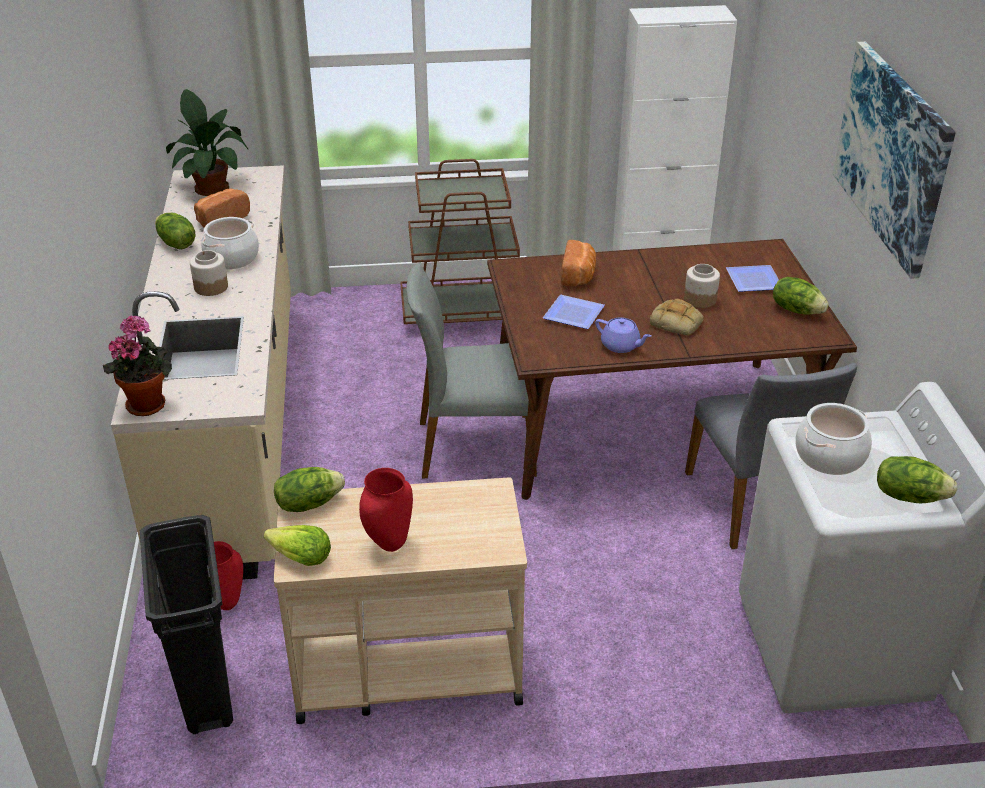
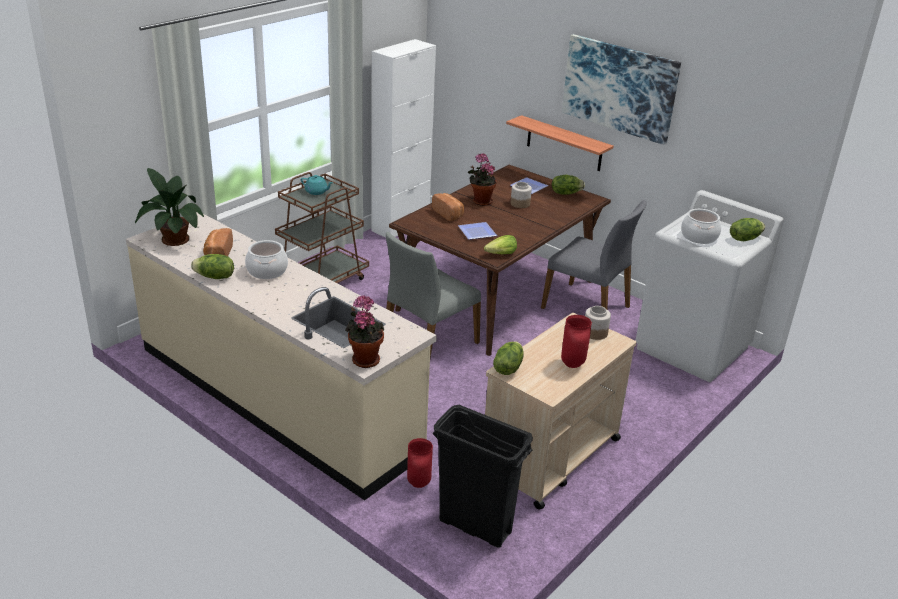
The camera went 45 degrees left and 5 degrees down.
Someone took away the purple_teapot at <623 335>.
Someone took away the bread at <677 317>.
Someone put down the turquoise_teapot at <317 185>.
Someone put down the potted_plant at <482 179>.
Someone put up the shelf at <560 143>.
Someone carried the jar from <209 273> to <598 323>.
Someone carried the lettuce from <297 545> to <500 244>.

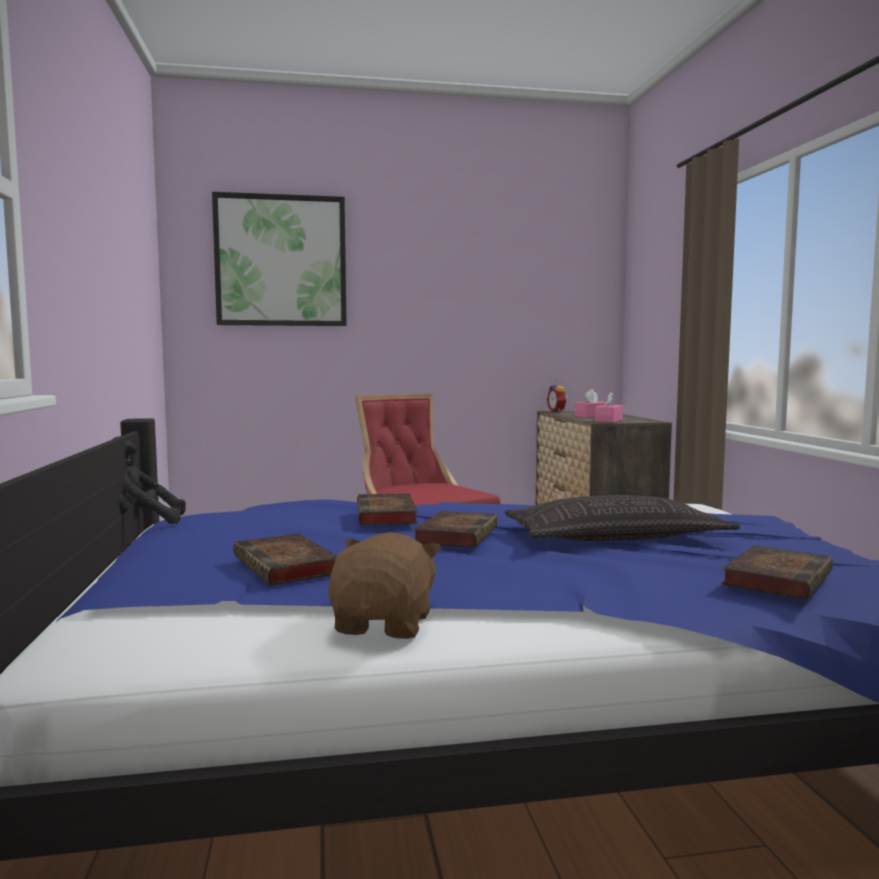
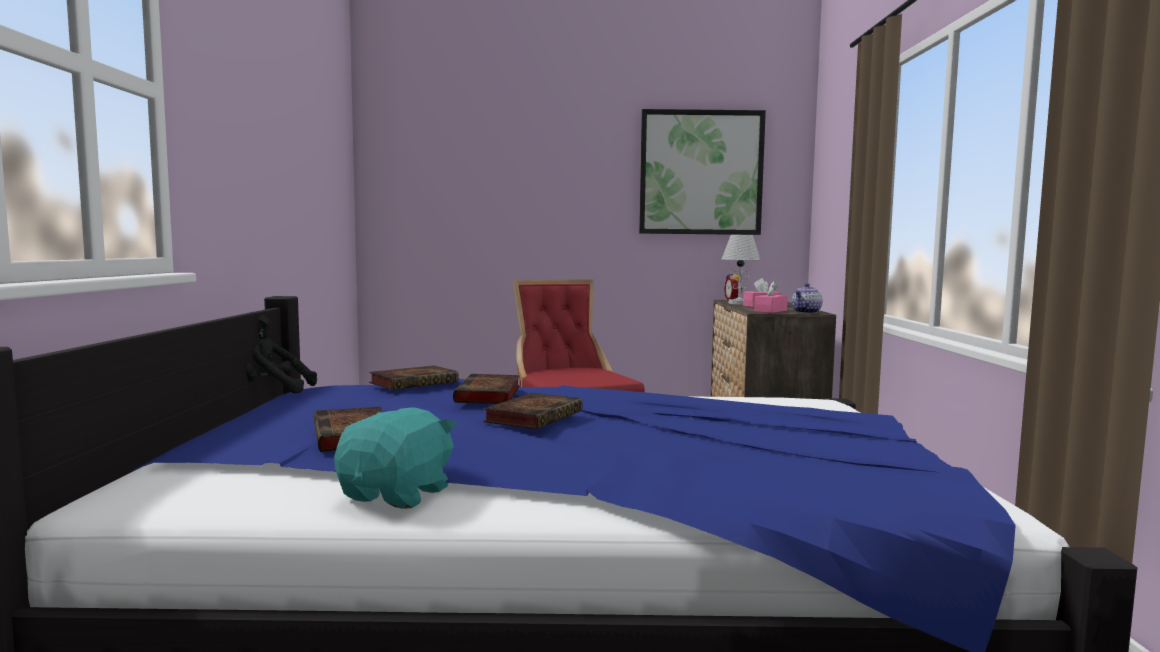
The camera went 10 degrees right and 0 degrees up.
Someone took away the pillow at <622 518>.
Someone put down the white_table_lamp at <741 269>.
Someone put down the teapot at <807 298>.
Someone carried the picture from <279 259> to <702 172>.
Someone carried the book from <777 573> to <414 378>.
Someone repainted the brown_plush_toy at <384 585>, which became the turquoise_plush_toy at <395 458>.

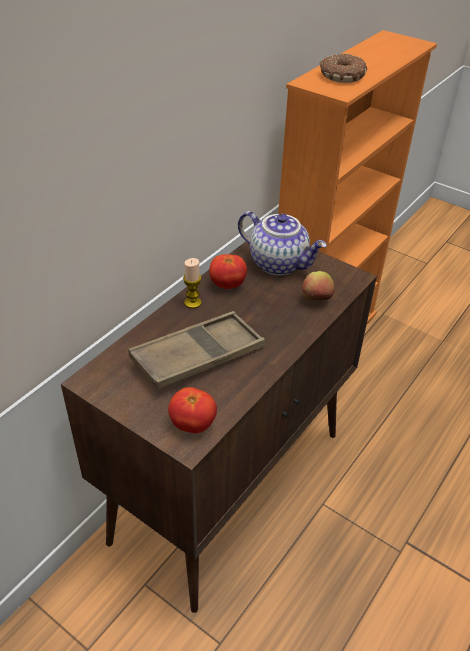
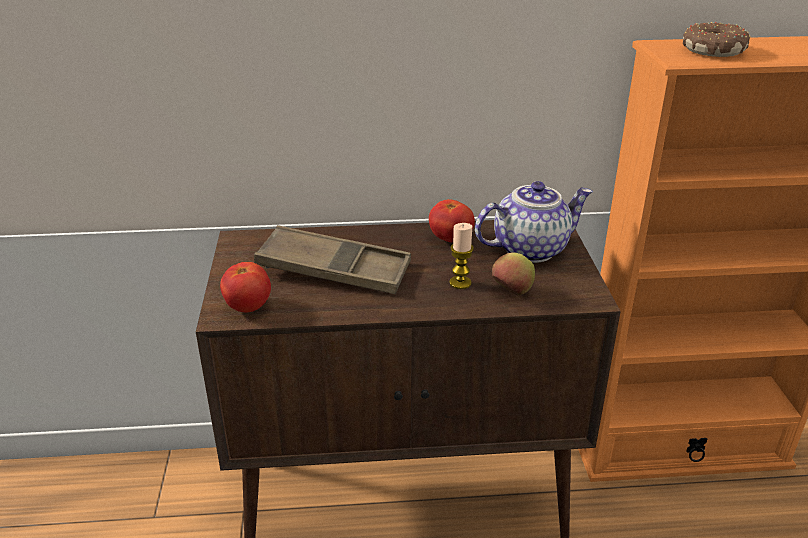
The camera went 50 degrees right and 10 degrees down.
Someone carried the candle from <192 283> to <461 256>.
Someone rotated the teapot at <282 243> by 105 degrees counterclockwise.

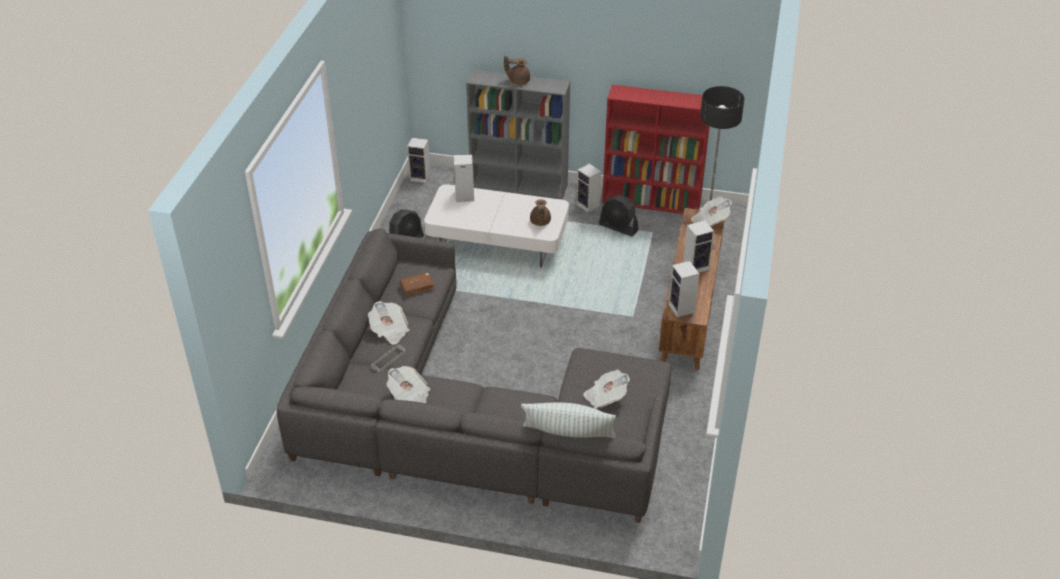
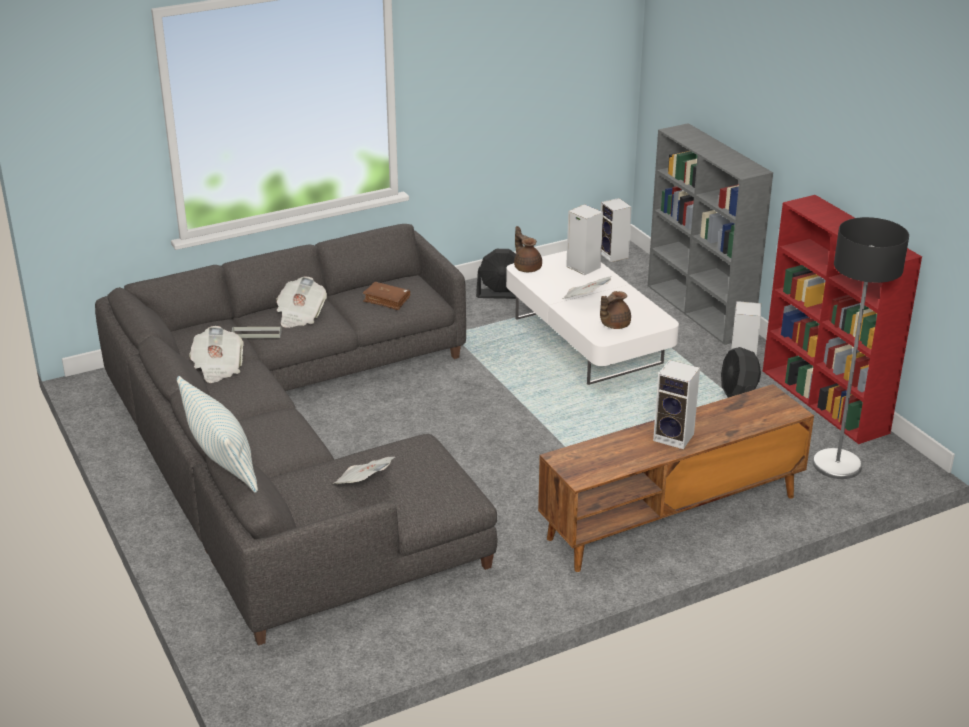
The camera went 50 degrees right and 10 degrees down.
Someone took away the speaker at <683 289>.
Someone carried the brown_teapot from <517 70> to <528 249>.
Someone carried the newspaper from <711 211> to <587 287>.

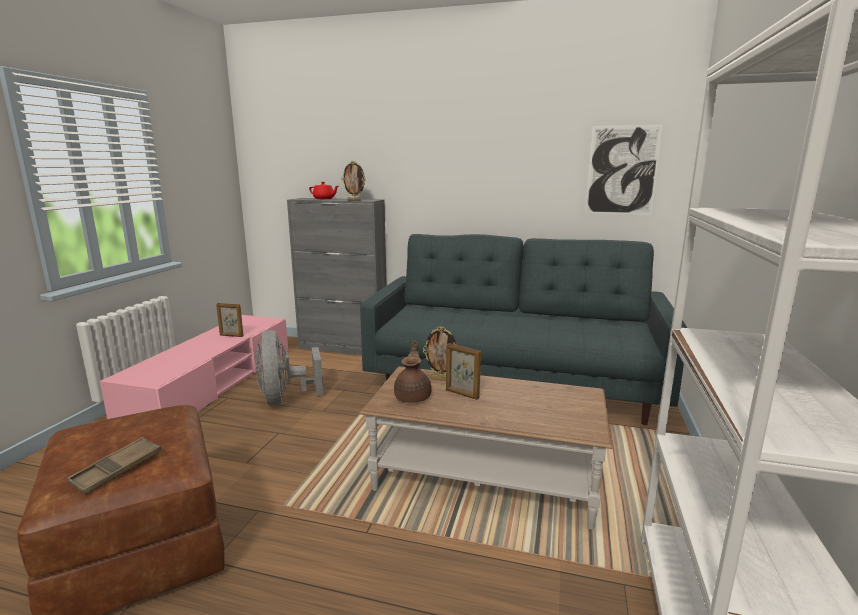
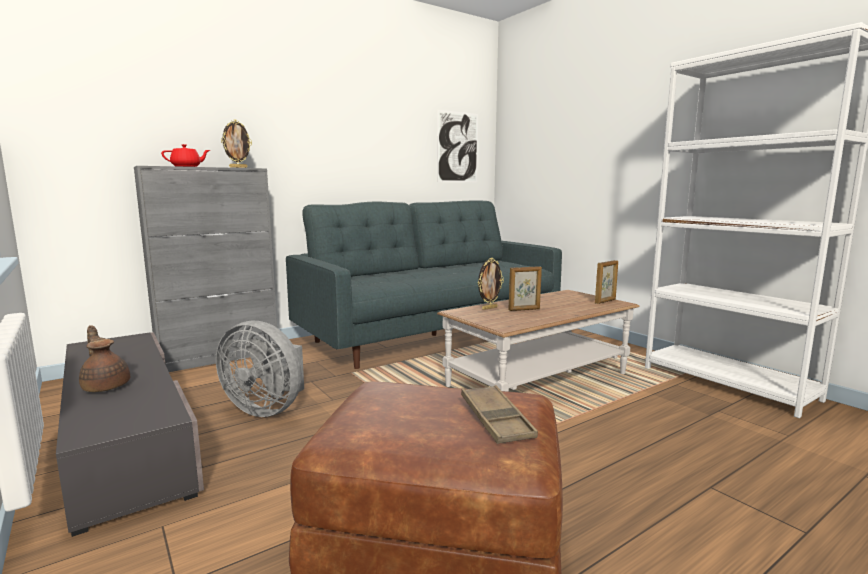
The camera went 50 degrees left and 5 degrees down.
Someone carried the picture_frame from <230 320> to <606 282>.
Someone carried the brown_teapot from <413 371> to <104 359>.
Someone repainted the pink_tv_stand at <194 367>, which became the grey_tv_stand at <130 434>.

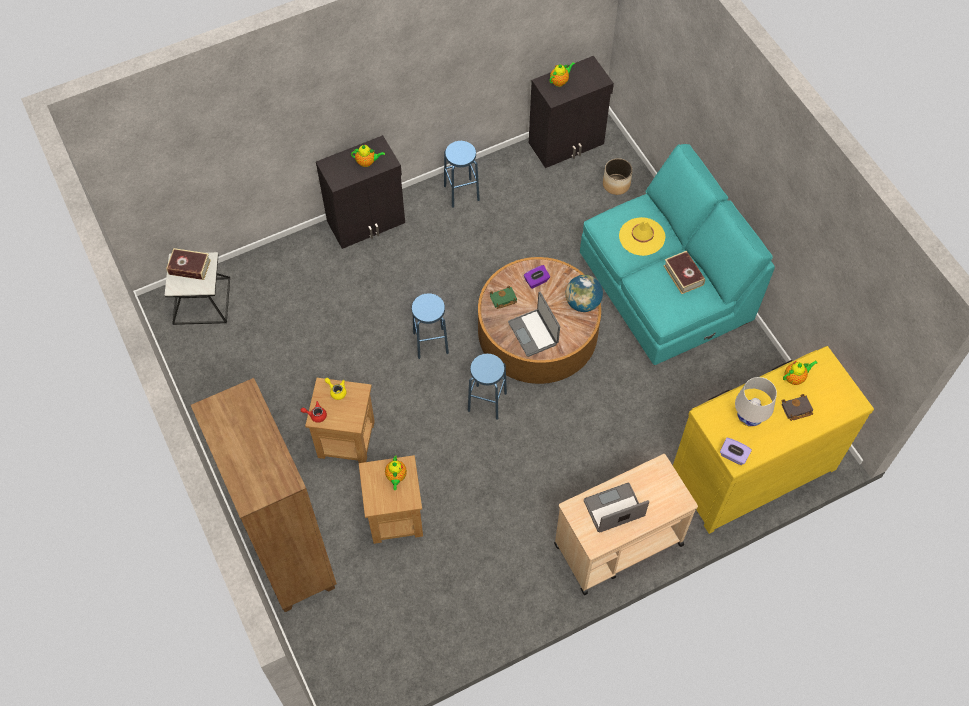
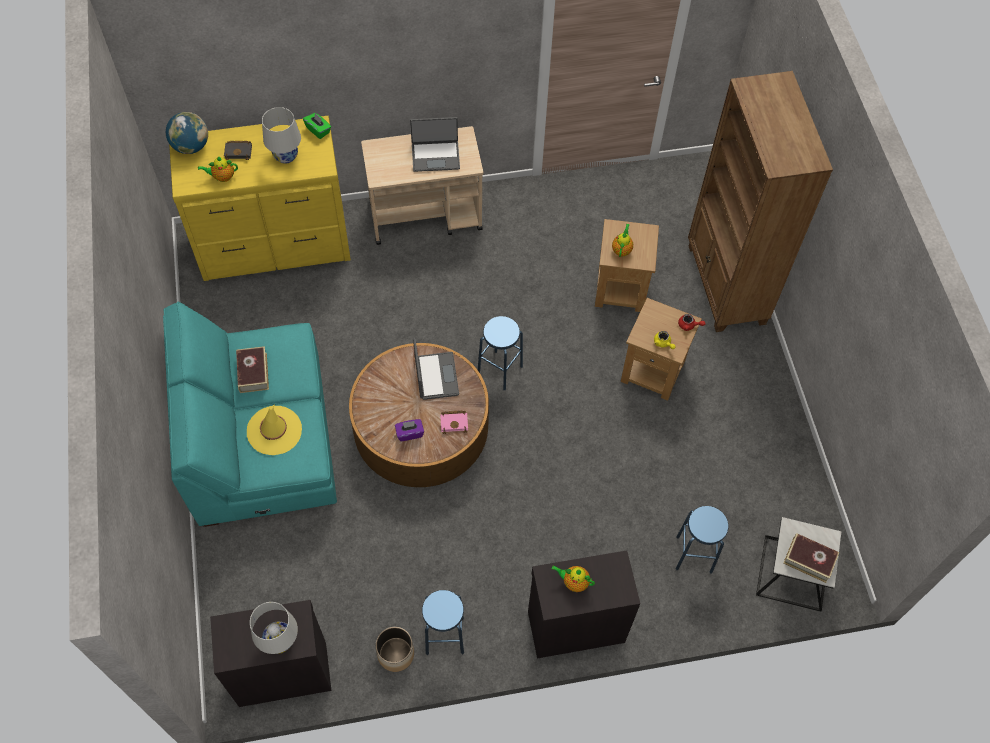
The camera went 165 degrees left and 0 degrees up.
Someone carried the blue_stool from <430 326> to <702 540>.
Someone carried the globe from <584 293> to <187 133>.
Someone carried the planter from <618 176> to <394 649>.
Someone swapped the teapot at <562 74> for the white_table_lamp at <274 628>.
Someone repainted the green_book at <503 297>, which became the pink_book at <454 422>.
Someone repainted the purple_tissue_box at <736 451>, which became the green_tissue_box at <317 126>.

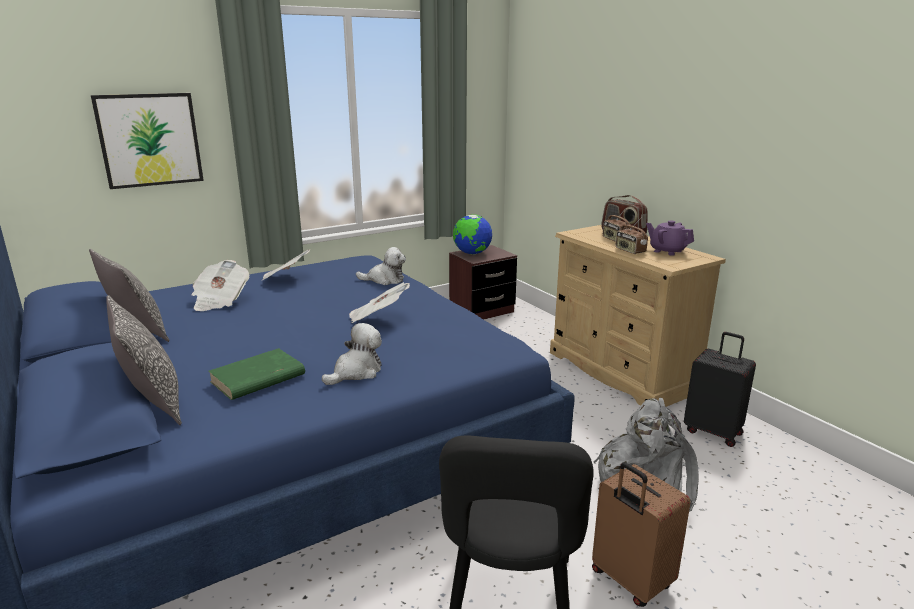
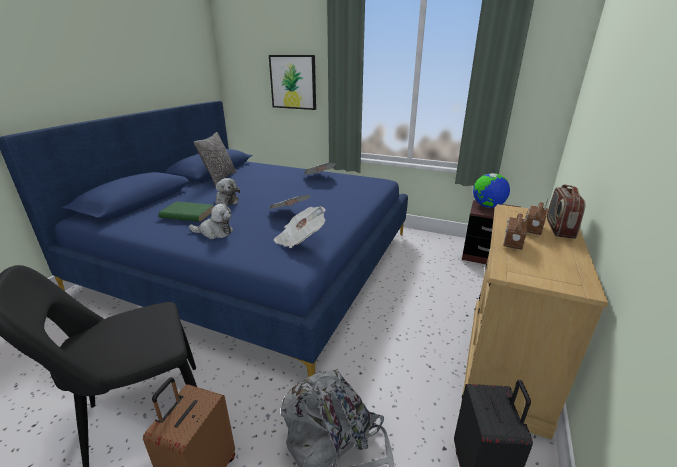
The camera went 55 degrees right and 5 degrees up.
Someone took away the pillow at <144 360>.
Someone took away the purple_teapot at <670 238>.
Someone carried the newspaper from <220 285> to <300 227>.
Someone carried the plush_toy from <381 266> to <227 192>.

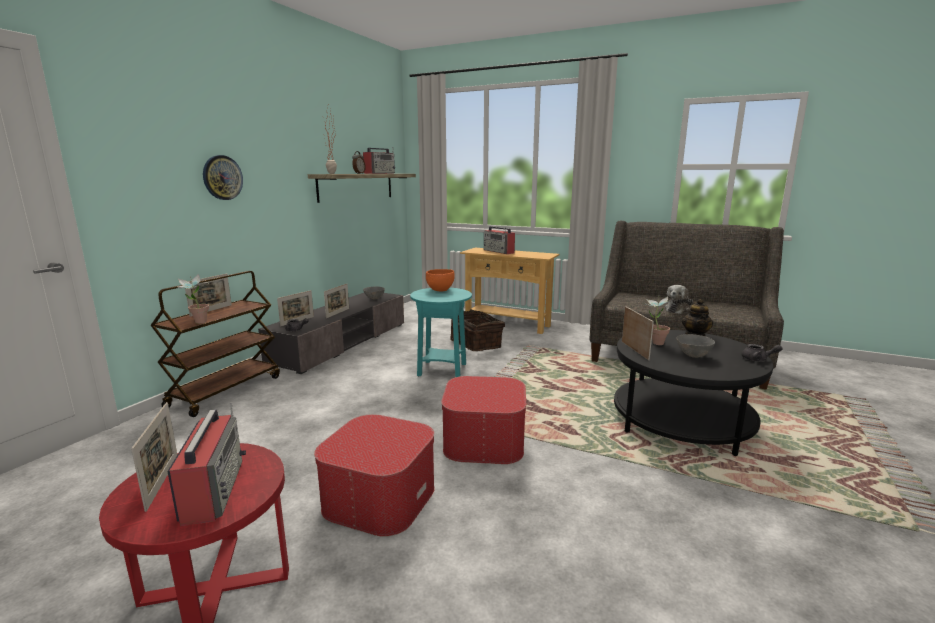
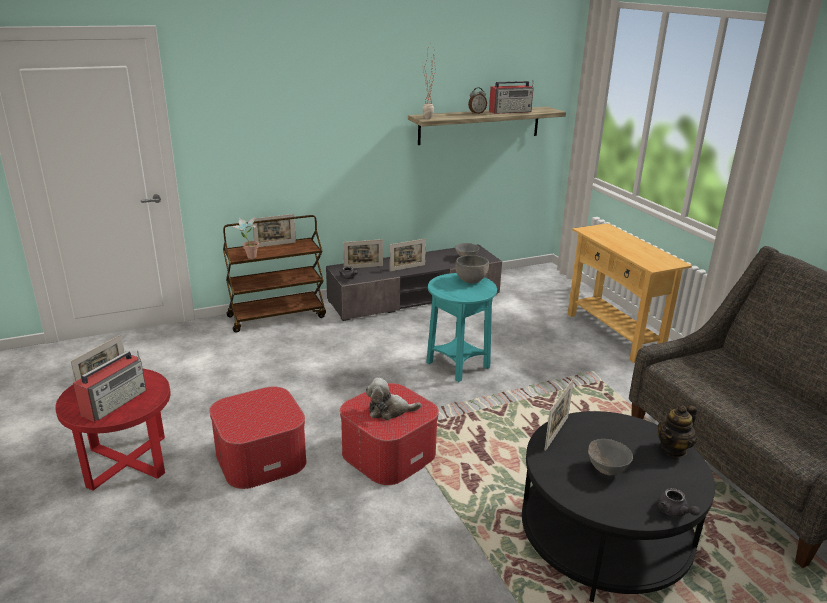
The camera went 40 degrees right and 10 degrees up.
Someone took away the wall_clock at <223 177>.
Someone took away the basket at <477 330>.
Someone took away the radio at <499 240>.
Someone took away the potted_plant at <656 320>.
Someone carried the plush_toy from <679 299> to <393 399>.
Someone repainted the orange_bowl at <440 280>, which became the grey_bowl at <472 269>.

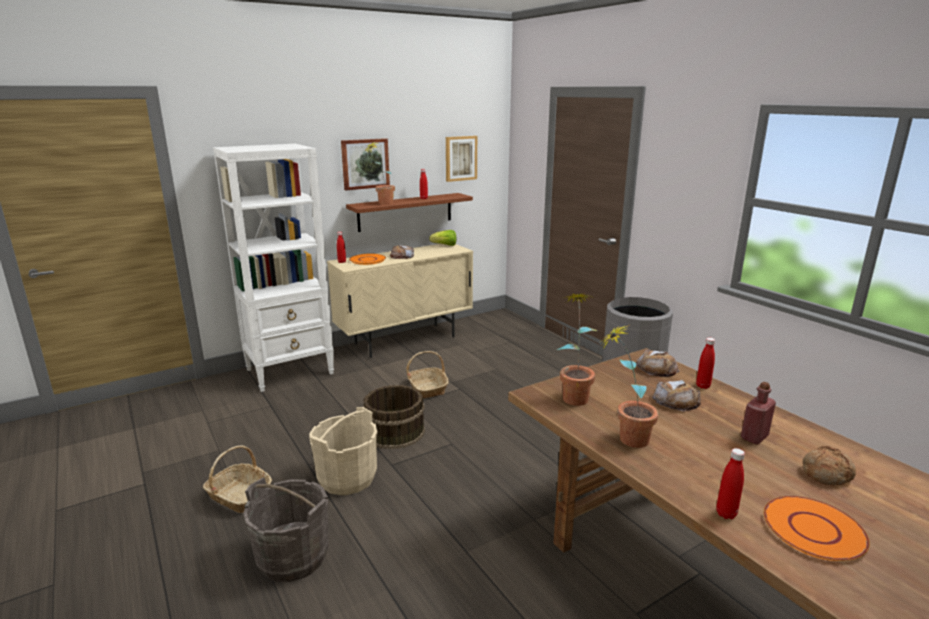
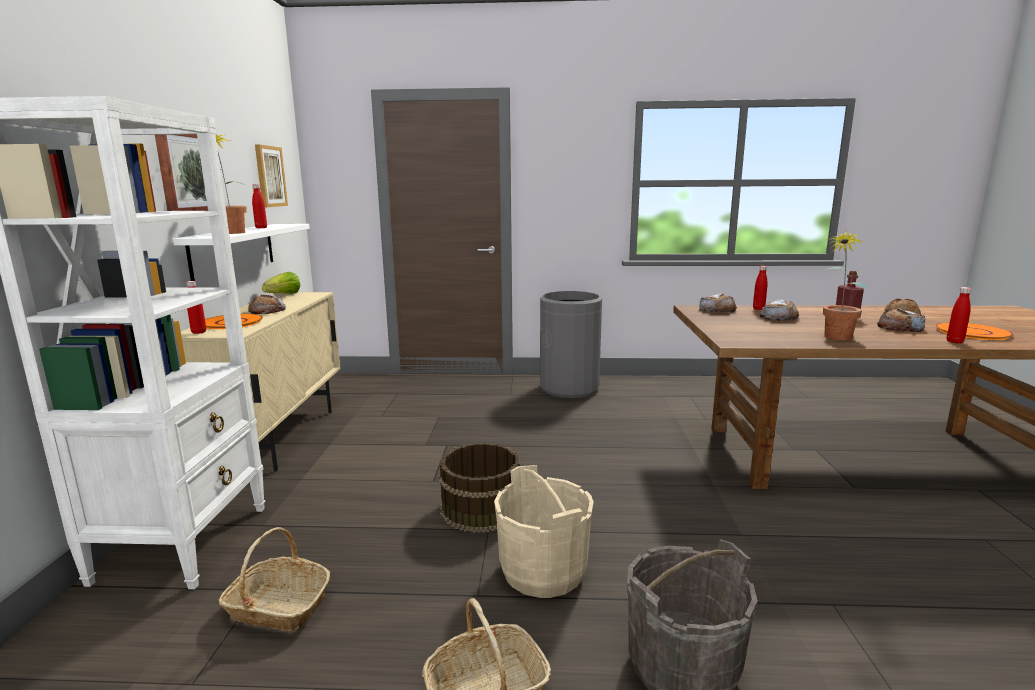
The camera went 55 degrees left and 5 degrees down.
Someone took away the potted_plant at <577 349>.
Someone put down the bread at <901 320>.
Someone carried the basket from <427 374> to <274 579>.
Someone repainted the brown_shelf at <409 212>, which became the white_shelf at <241 252>.

